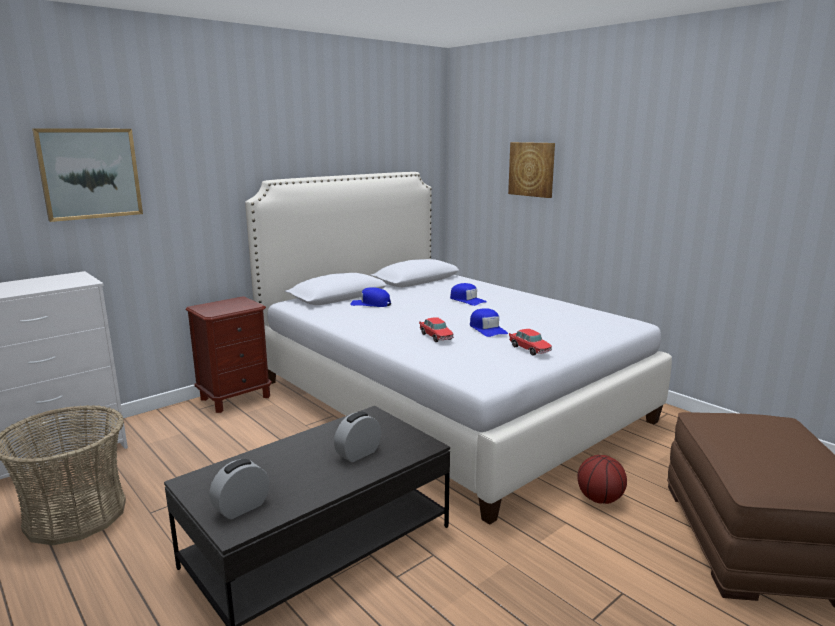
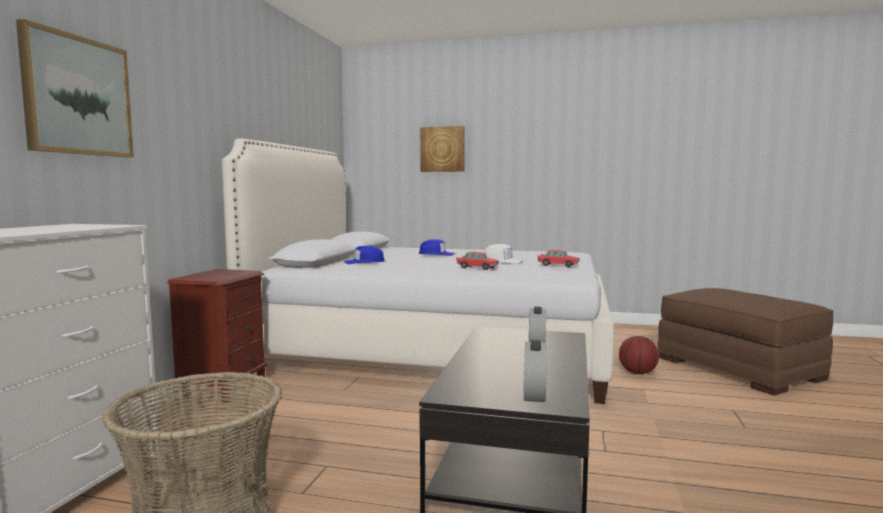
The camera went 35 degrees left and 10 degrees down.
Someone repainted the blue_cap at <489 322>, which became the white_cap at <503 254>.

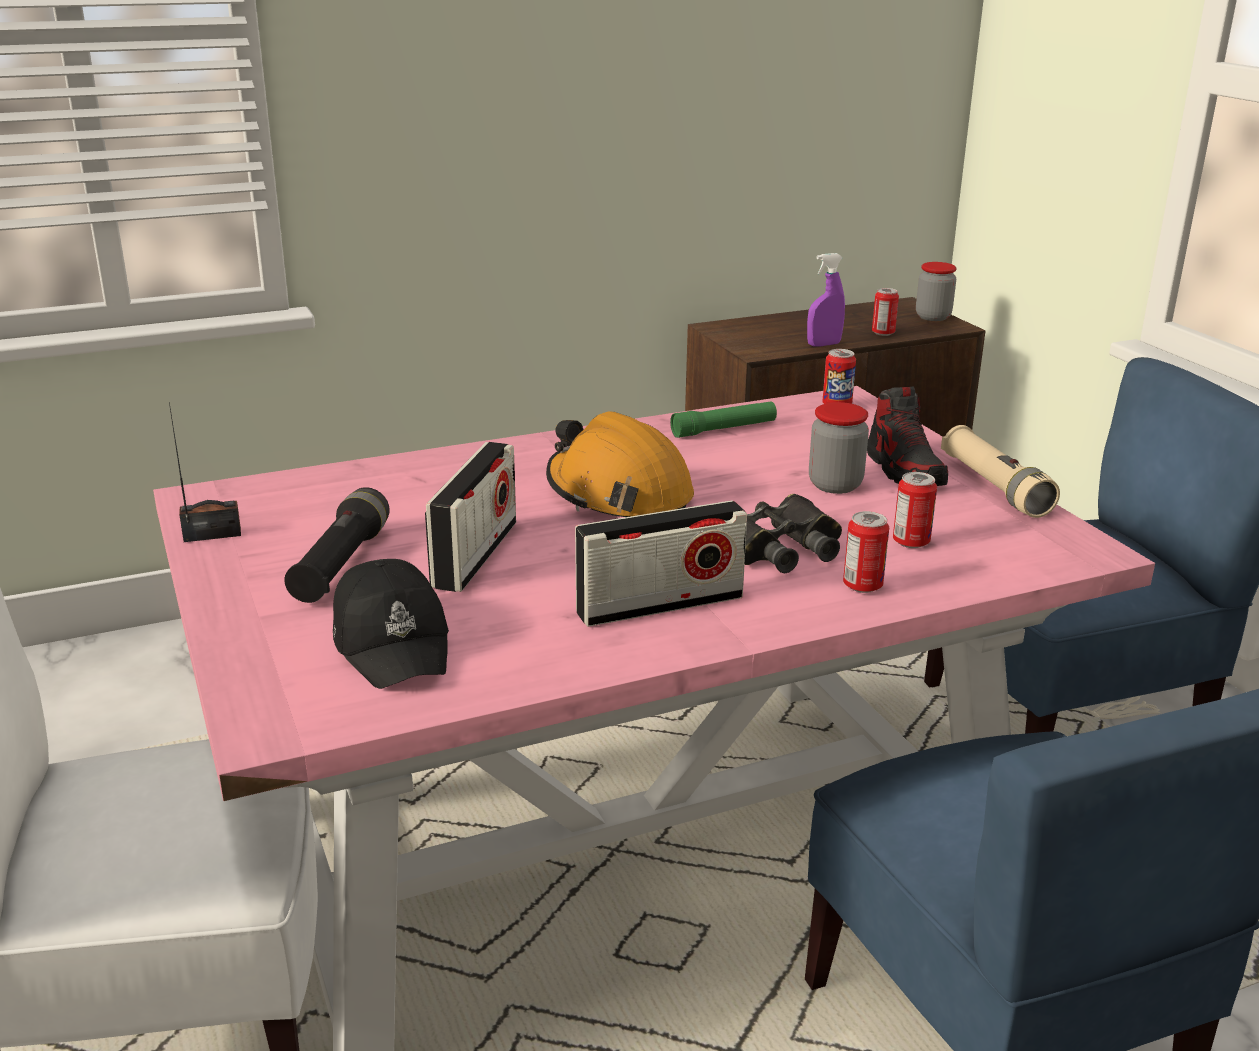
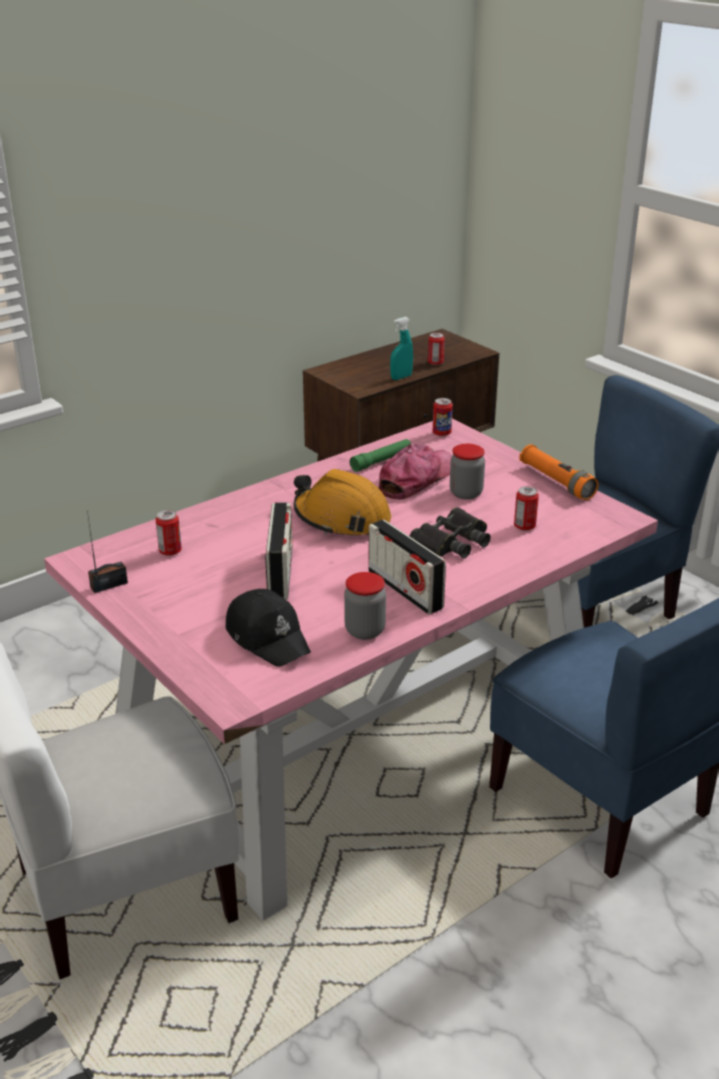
The camera went 15 degrees left and 5 degrees up.
Someone took away the black_flashlight at <337 545>.
Someone took away the shoe at <907 436>.
Someone put down the cap at <415 471>.
Someone carried the can from <866 552> to <169 533>.
Someone carried the jar from <936 291> to <365 606>.
Someone repainted the purple_spray_bottle at <826 300>, which became the turquoise_spray_bottle at <401 348>.
Someone repainted the beige_flashlight at <1000 471>, which became the orange_flashlight at <559 472>.
Someone rotated the radio at <661 563> by 90 degrees clockwise.

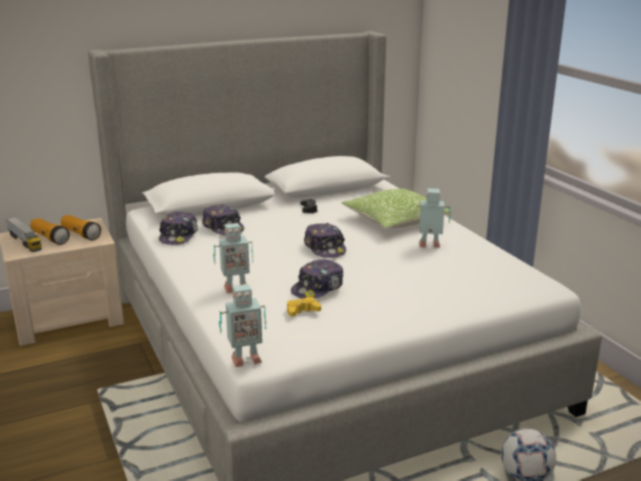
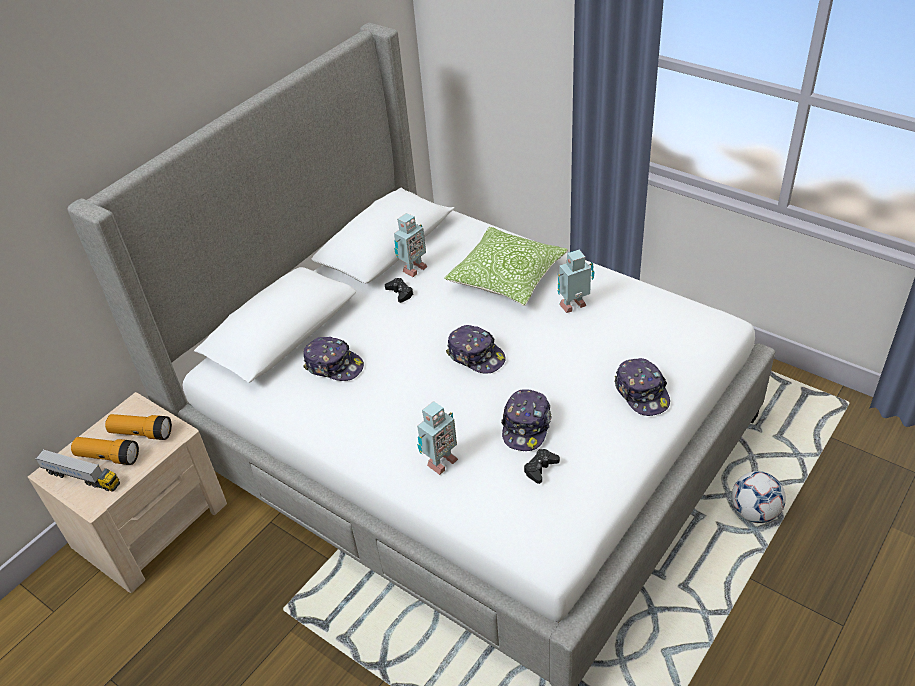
The camera went 25 degrees left and 20 degrees up.
Someone carried the cap from <178 228> to <642 387>.
Someone carried the toy_robot from <242 325> to <410 245>.
Someone repainted the yellow_game_controller at <304 307>, which became the black_game_controller at <542 466>.

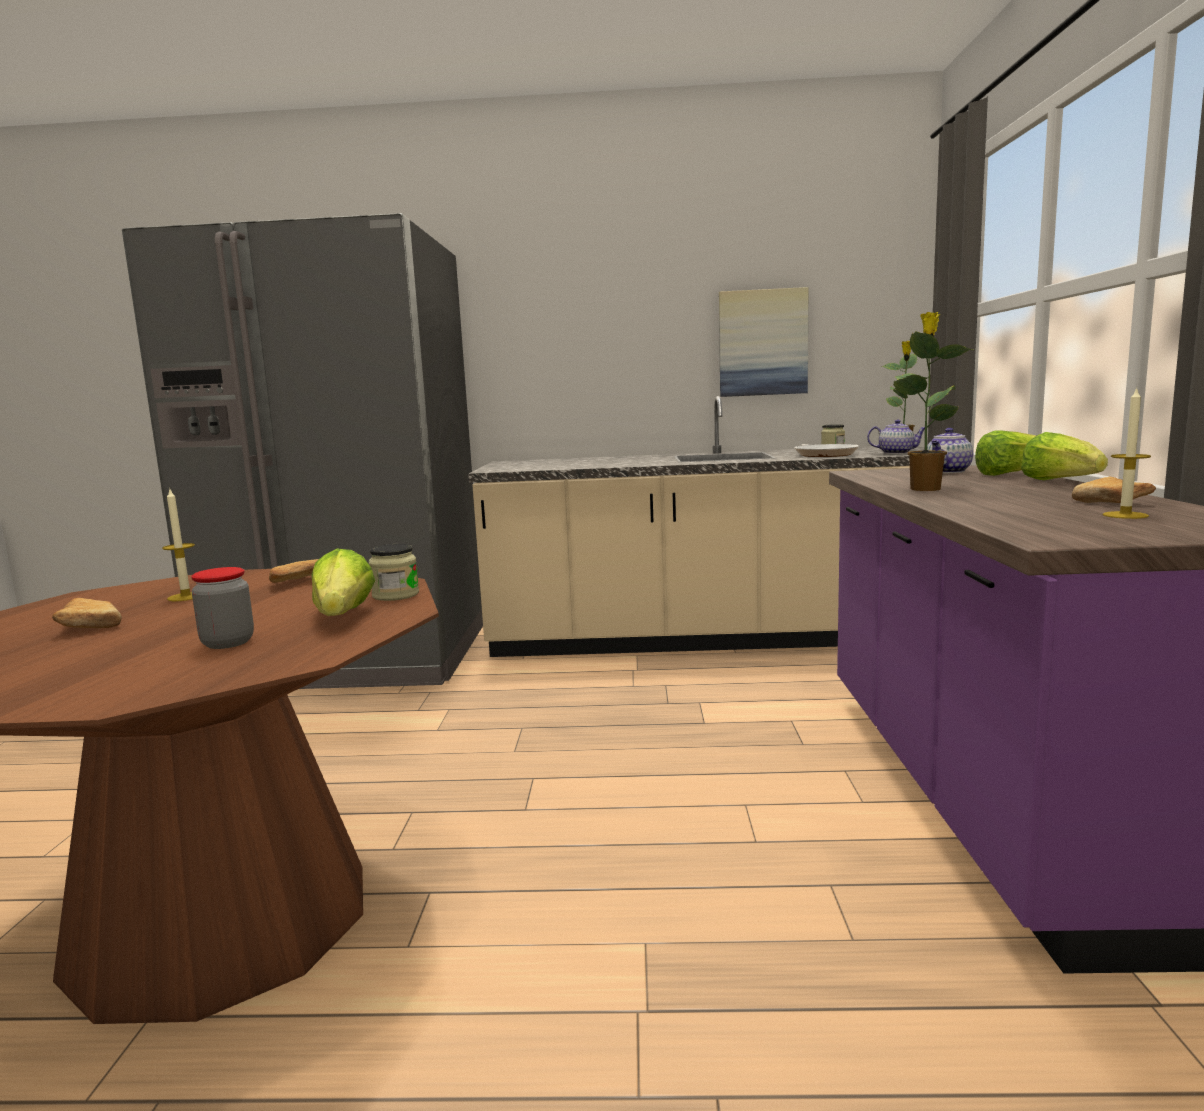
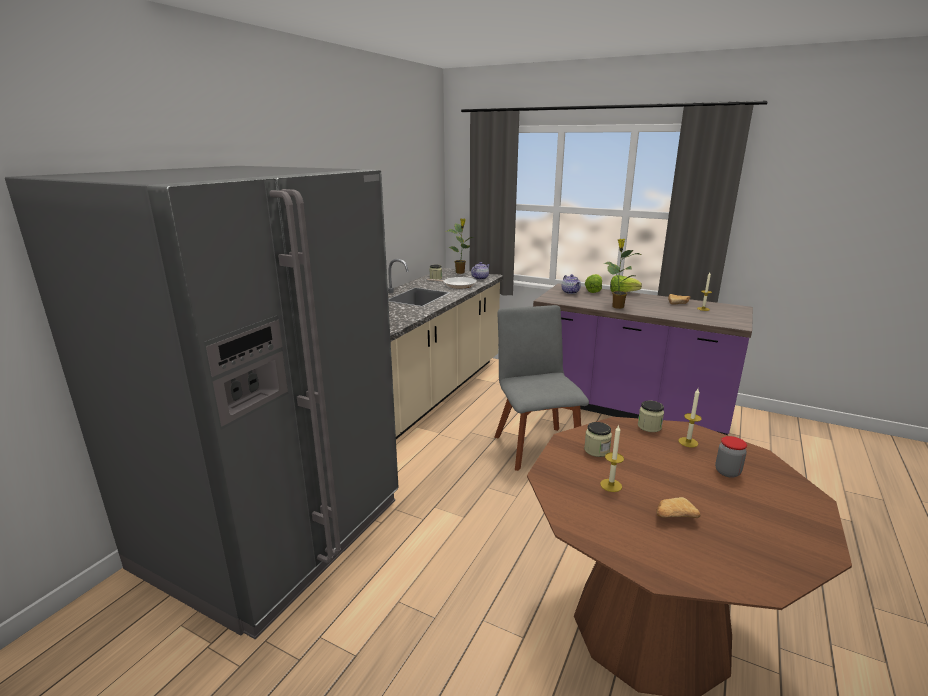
The camera went 65 degrees left and 10 degrees up.
Someone took away the picture at <764 342>.
Someone put down the grey_chair at <541 388>.
Someone swapped the bread at <294 571> for the jar at <598 439>.
Someone swapped the lettuce at <343 582> for the candle at <690 418>.

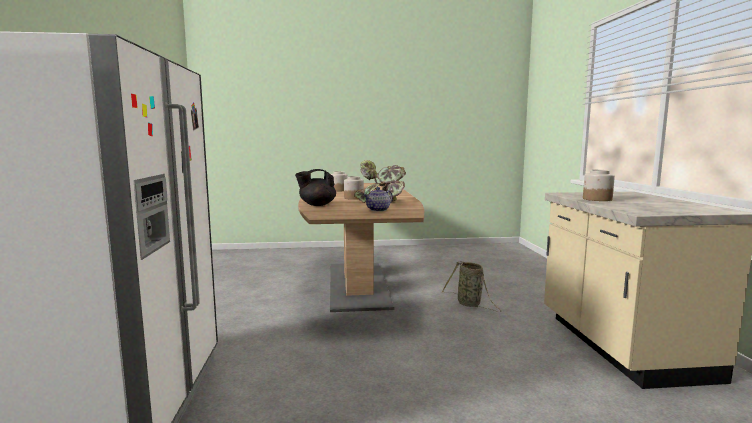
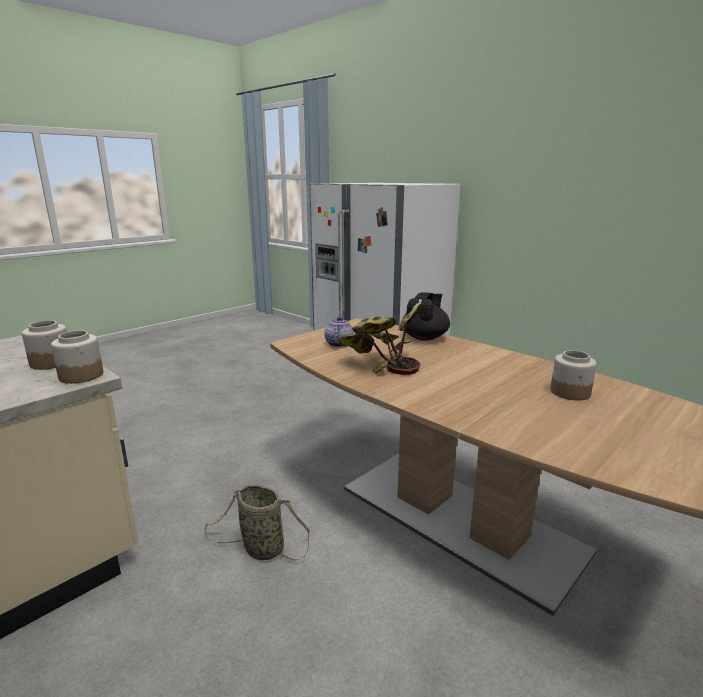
The camera went 140 degrees right and 10 degrees up.
Someone carried the jar from <354 188> to <77 357>.

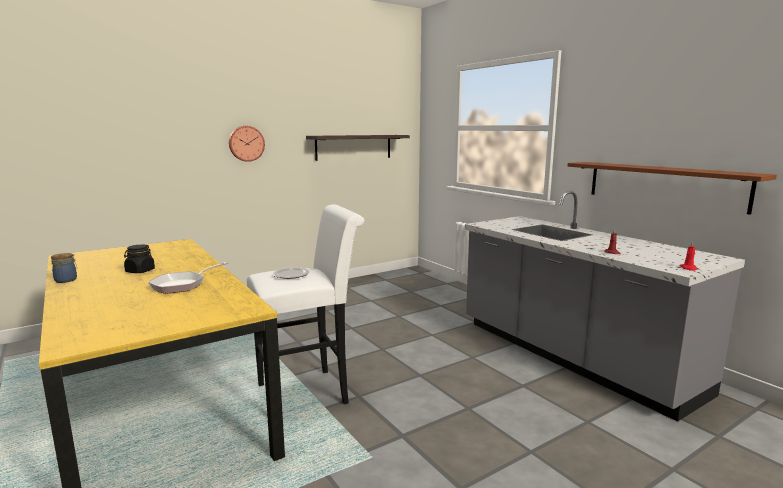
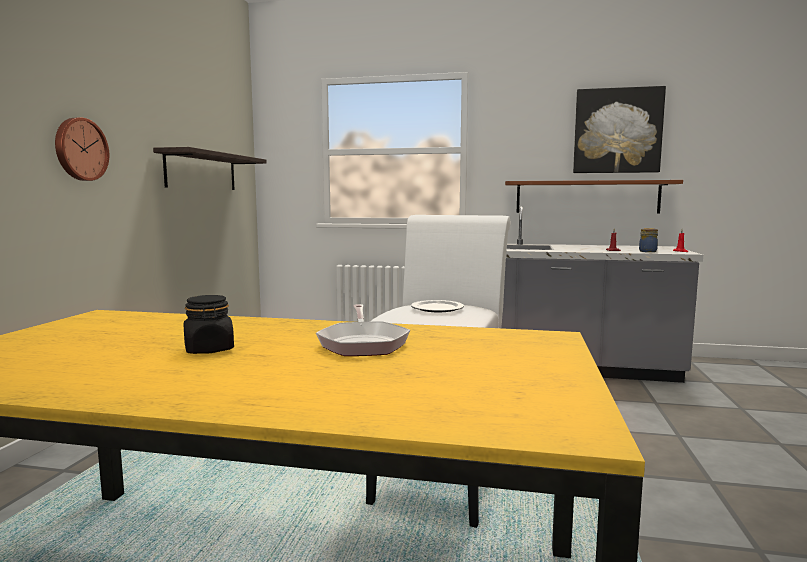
The camera went 45 degrees left and 5 degrees down.
Someone put up the picture at <619 129>.
Someone carried the jar from <64 268> to <648 240>.

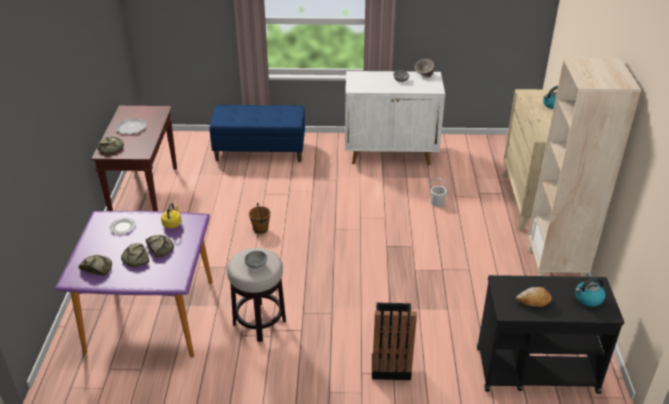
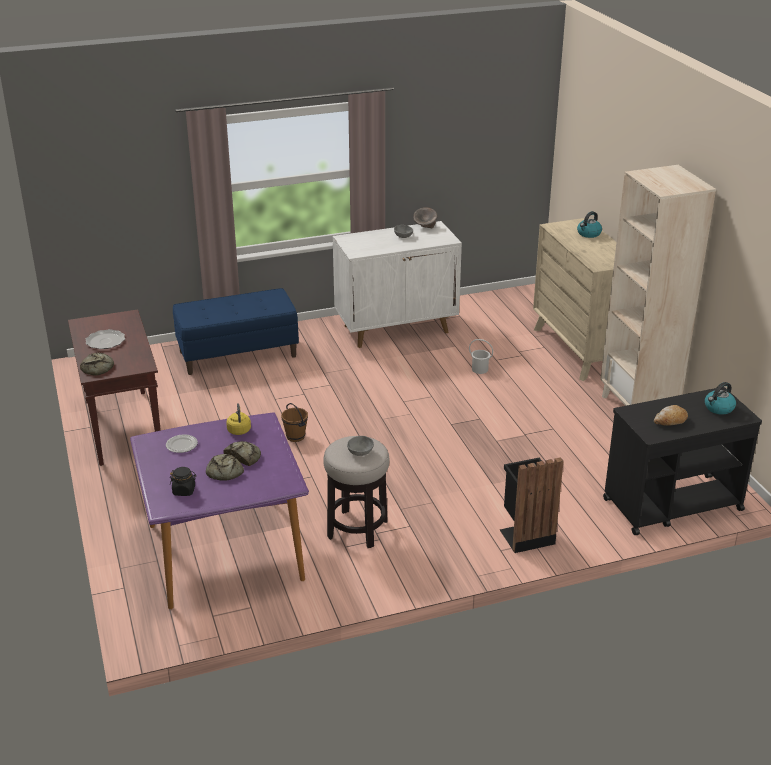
The camera went 20 degrees left and 5 degrees down.
Someone swapped the bread at <95 265> for the black_jar at <183 481>.

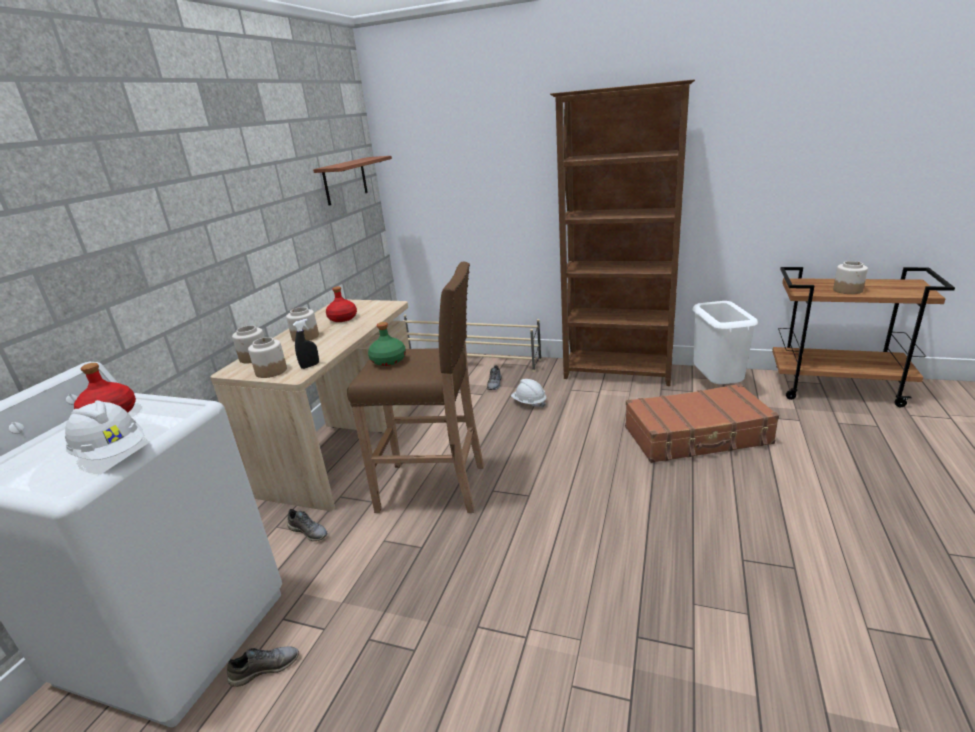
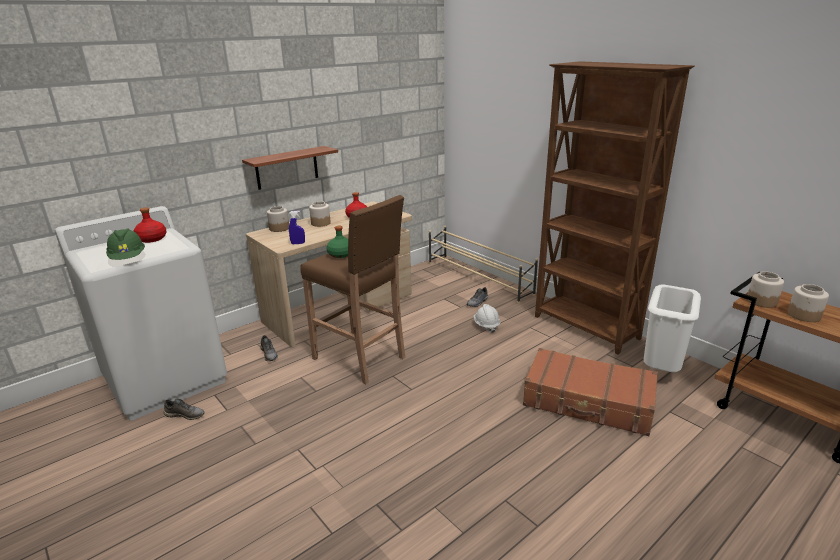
The camera went 30 degrees right and 0 degrees up.
Someone carried the jar from <267 357> to <765 289>.
Someone carried the shelf from <352 180> to <290 168>.
Someone repainted the white_hard_hat at <104 430>, which became the green_hard_hat at <125 244>.
Someone repainted the black_spray_bottle at <306 344>, which became the blue_spray_bottle at <297 227>.

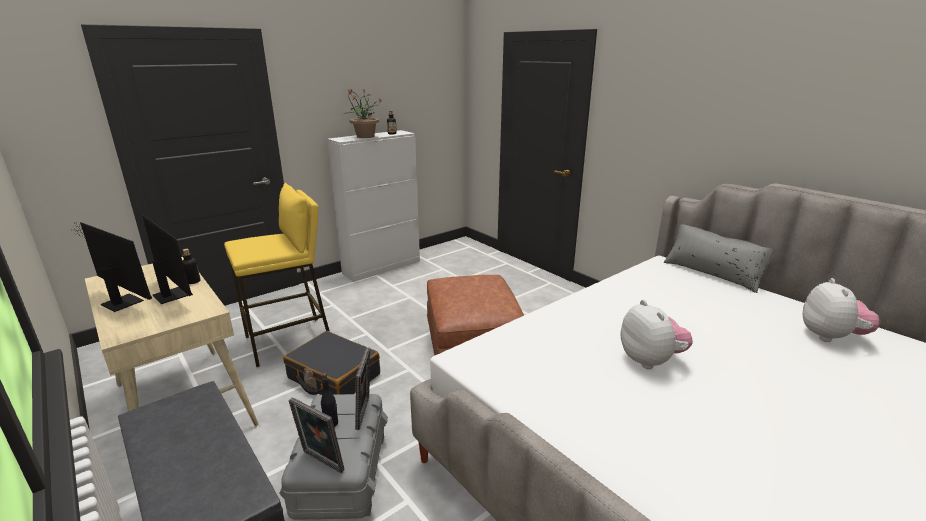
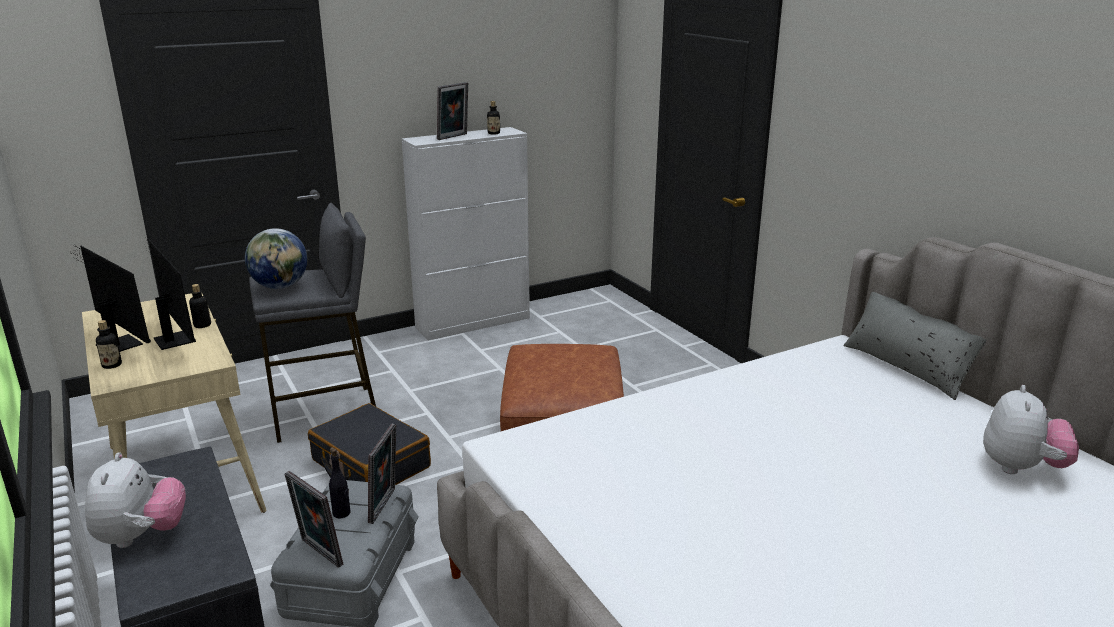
The camera went 10 degrees right and 0 degrees up.
Someone put down the bottle at <109 344>.
Someone put down the globe at <276 258>.
Someone carried the plush_toy from <656 334> to <135 500>.
Someone swapped the potted_plant at <362 113> for the picture_frame at <452 111>.
Someone repainted the yellow_stool at <277 275>, which became the grey_stool at <312 323>.

